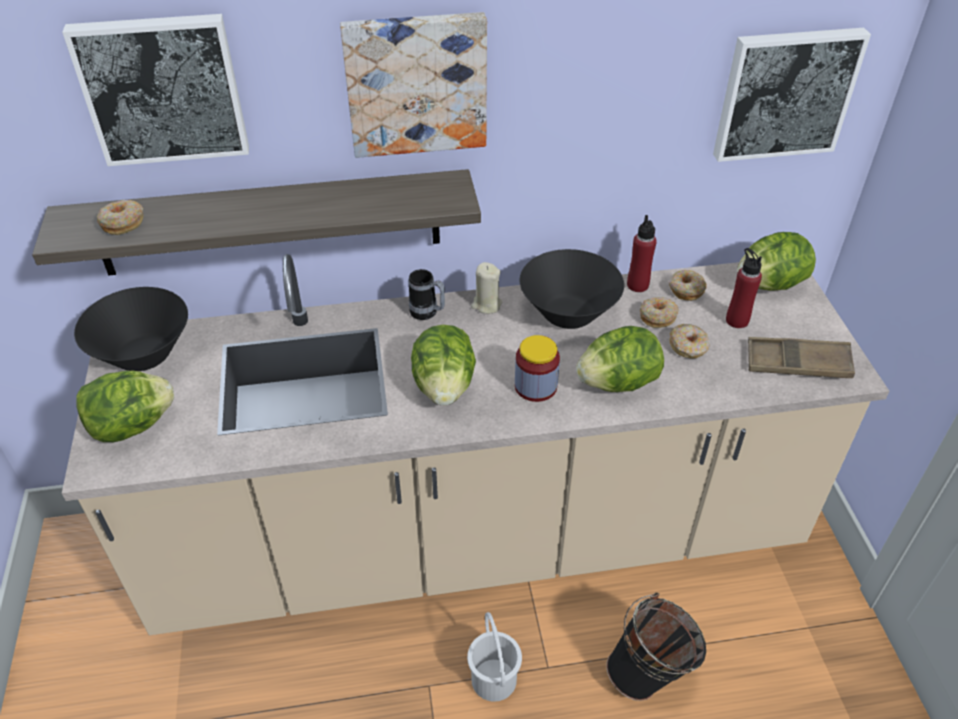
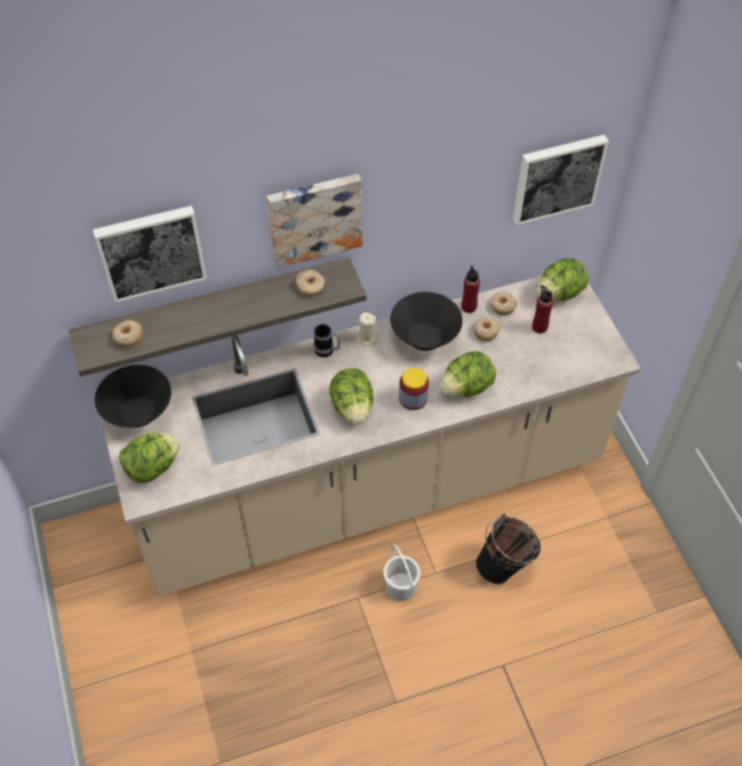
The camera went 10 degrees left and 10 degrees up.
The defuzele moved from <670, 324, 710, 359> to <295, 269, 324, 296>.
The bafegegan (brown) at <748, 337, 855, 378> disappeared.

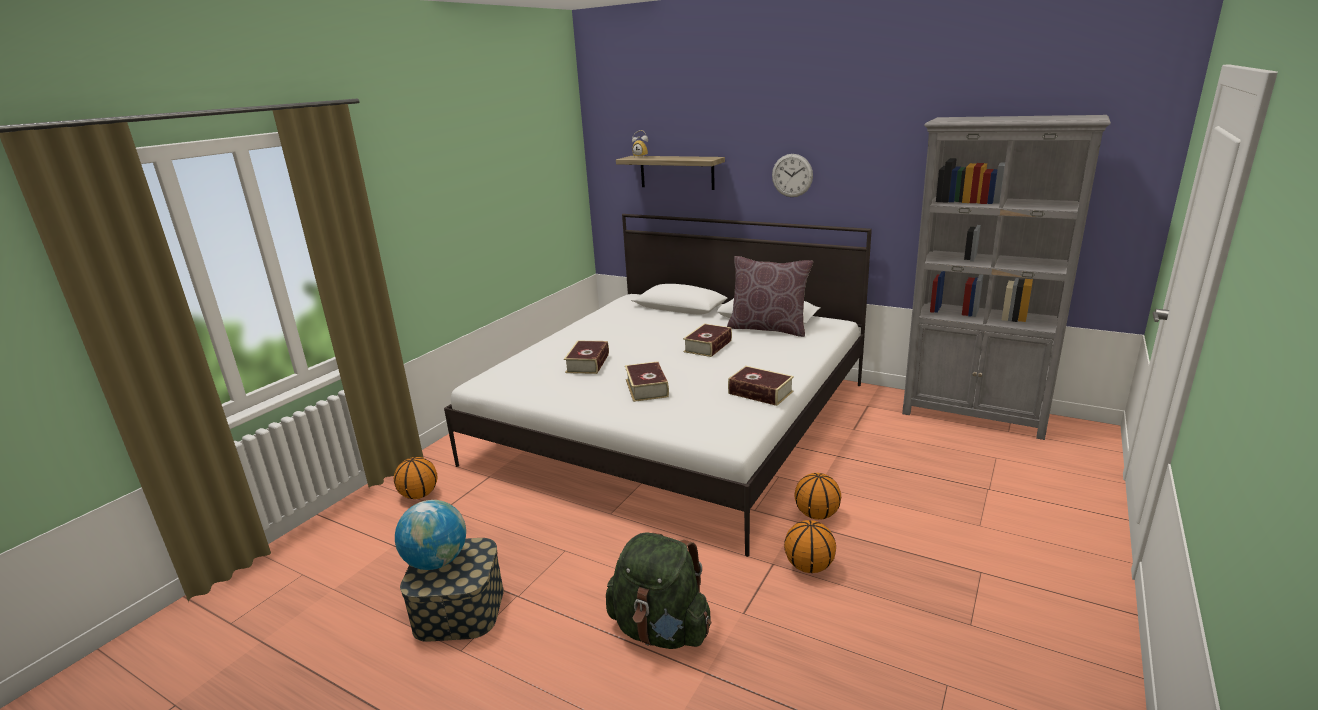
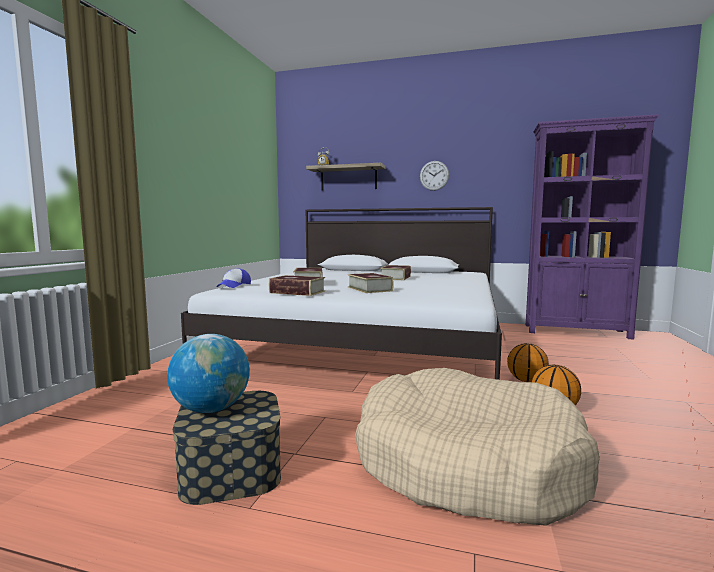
The camera went 15 degrees left and 15 degrees down.
The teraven at <216, 269, 251, 288> appeared.
The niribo moved from <728, 366, 794, 406> to <269, 275, 325, 296>.
The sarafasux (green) at <606, 532, 711, 649> was replaced by the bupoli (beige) at <355, 368, 600, 526>.
The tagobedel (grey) at <902, 115, 1111, 440> became the tagobedel (purple) at <526, 114, 659, 340>.
The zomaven at <394, 457, 438, 499> disappeared.
The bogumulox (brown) at <727, 256, 813, 337> disappeared.

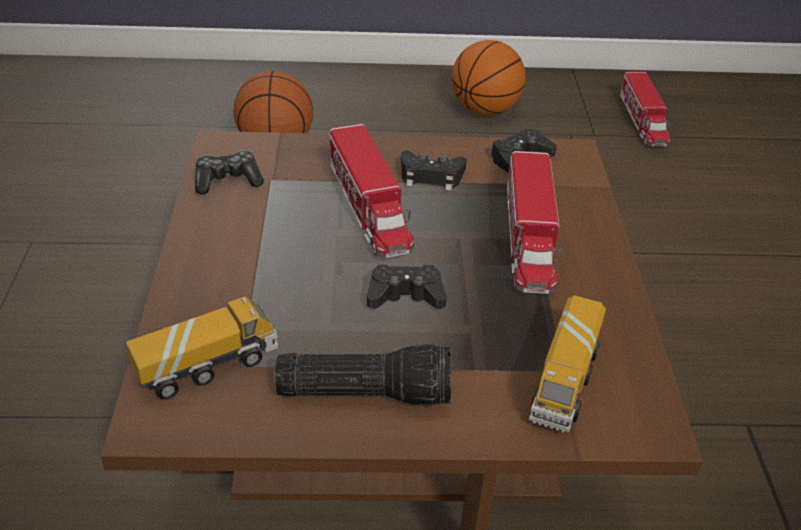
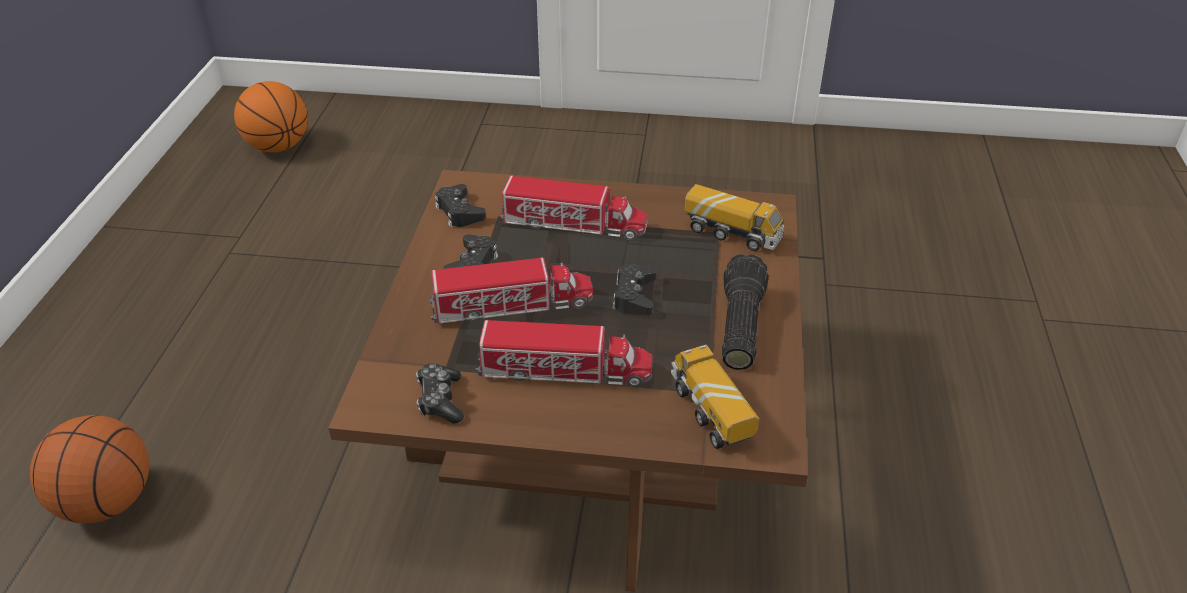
The camera went 80 degrees left and 0 degrees up.
The zomaven moved from <452, 40, 526, 115> to <234, 81, 308, 152>.
The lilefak moved from <620, 72, 671, 147> to <475, 320, 653, 387>.

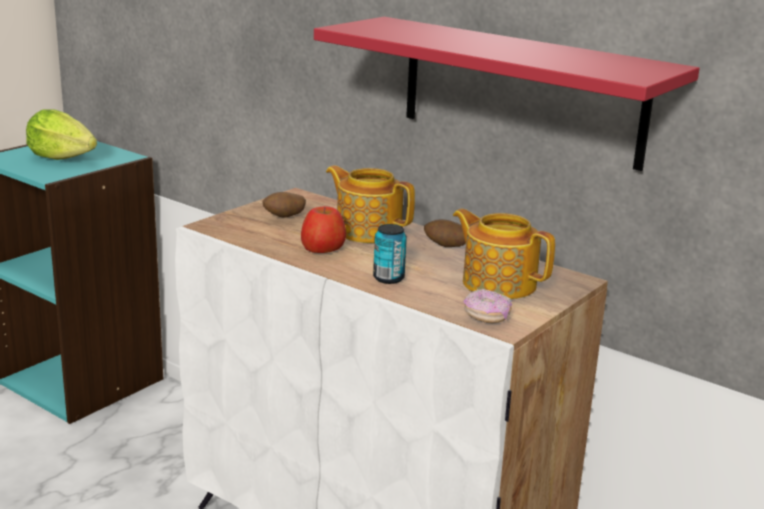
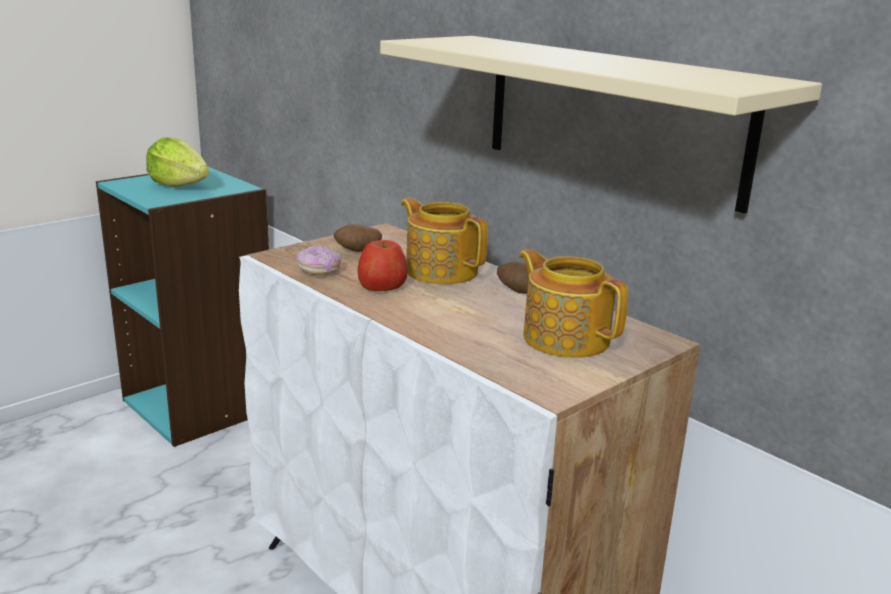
The camera went 10 degrees right and 0 degrees up.
The defuzele moved from <464, 289, 512, 324> to <296, 246, 341, 275>.
The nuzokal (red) at <314, 17, 700, 171> became the nuzokal (beige) at <380, 36, 822, 214>.
The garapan at <373, 224, 407, 284> disappeared.

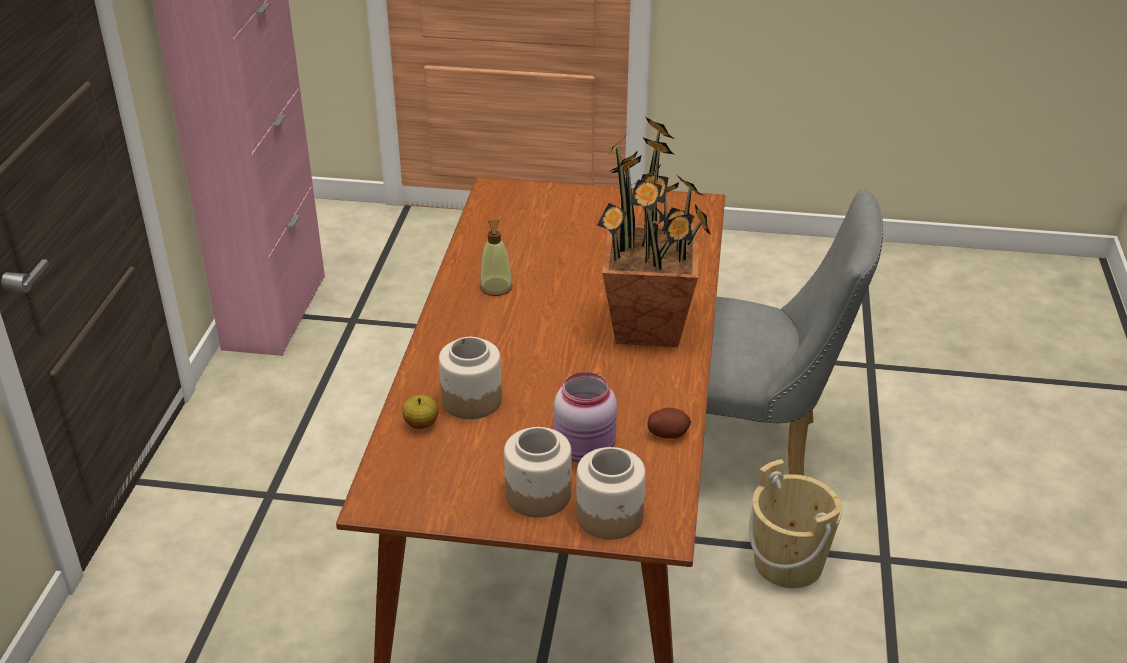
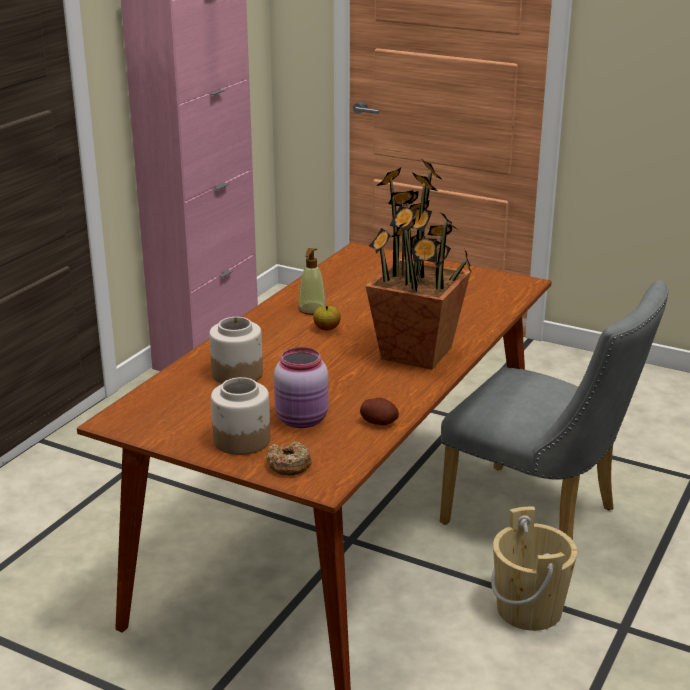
The camera went 20 degrees right and 10 degrees down.
The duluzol at <576, 447, 646, 540> was replaced by the defuzele at <266, 441, 312, 475>.
The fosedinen moved from <402, 395, 438, 429> to <313, 306, 341, 330>.

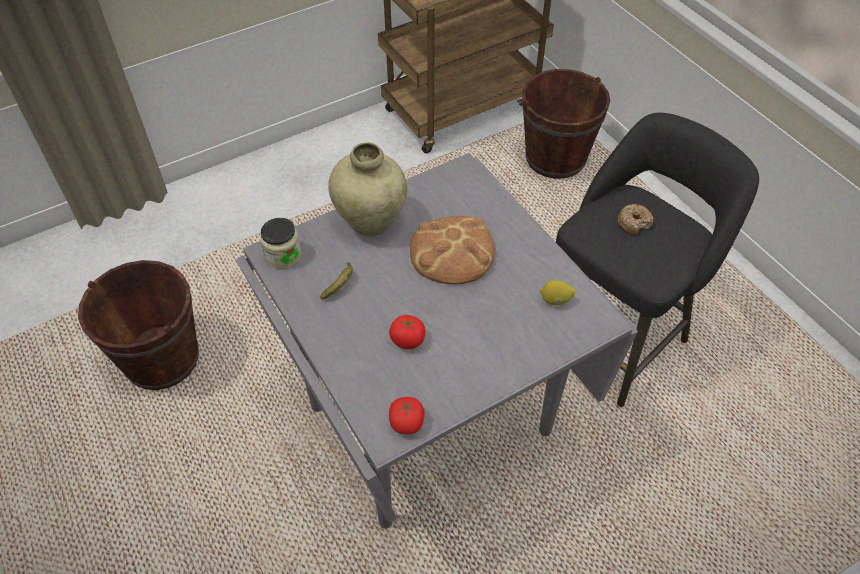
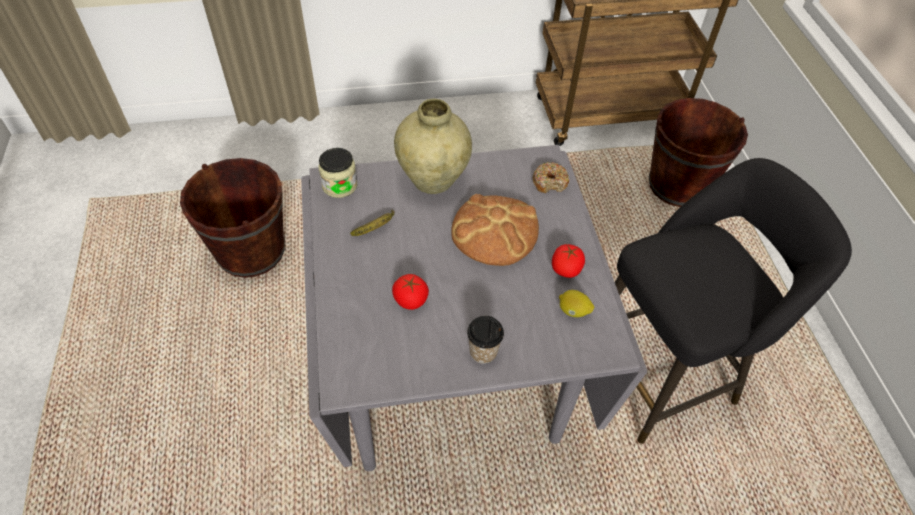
The camera went 20 degrees right and 0 degrees up.
The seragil at <467, 316, 504, 364> appeared.
The defuzele moved from <618, 204, 653, 234> to <533, 162, 569, 193>.
The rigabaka moved from <389, 397, 425, 434> to <552, 244, 585, 278>.

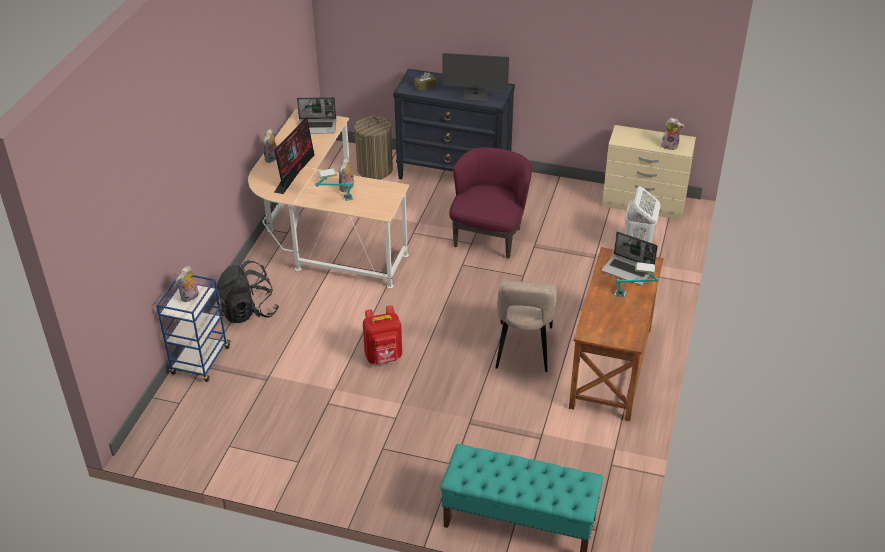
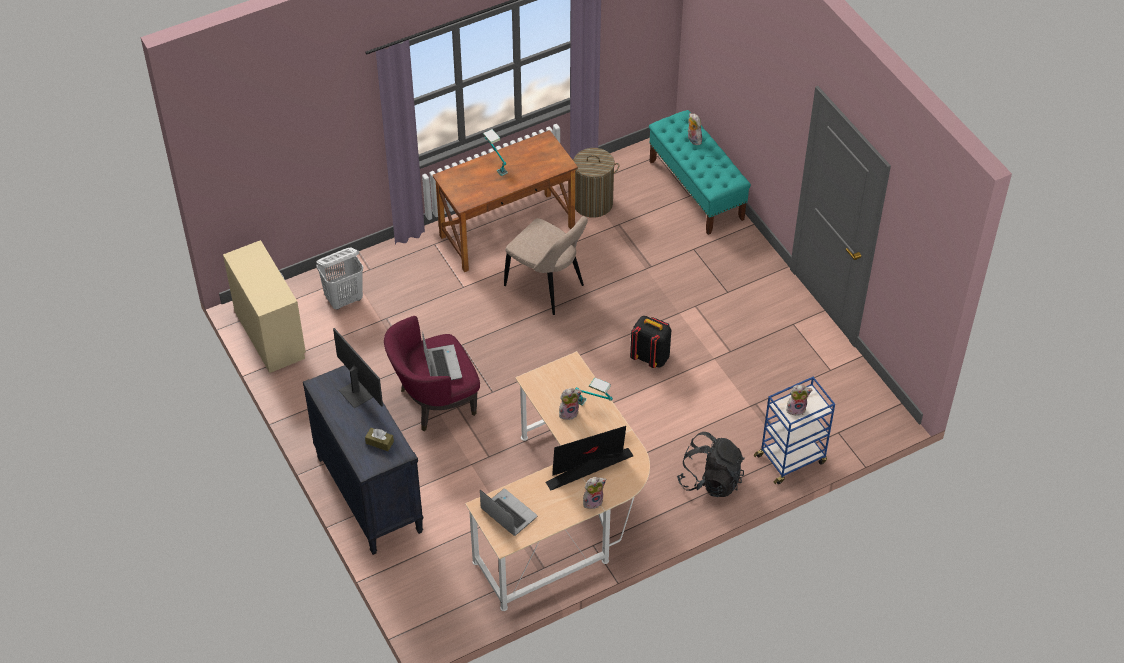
The camera went 135 degrees left and 10 degrees up.
The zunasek moved from <602, 231, 658, 285> to <422, 332, 462, 380>.
The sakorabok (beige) at <496, 280, 557, 372> turned 75 degrees clockwise.
The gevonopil moved from <353, 116, 393, 179> to <572, 148, 619, 218>.
The sarafasux (red) at <363, 305, 402, 364> became the sarafasux (black) at <630, 316, 671, 368>.
The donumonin moved from <661, 118, 685, 150> to <688, 113, 702, 145>.

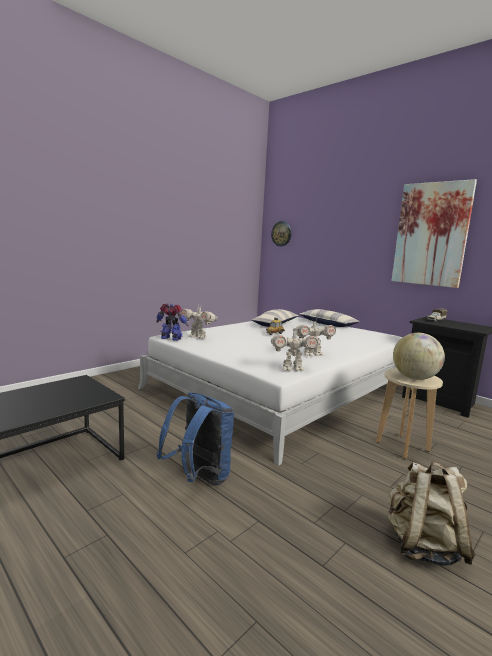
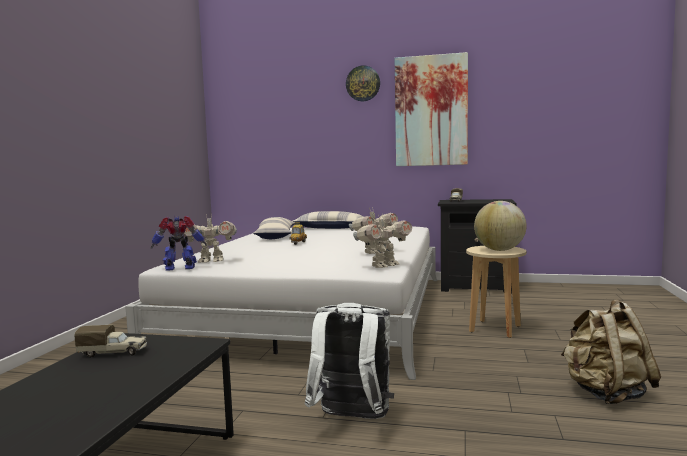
The camera went 30 degrees left and 5 degrees down.
The lilefak at <74, 325, 147, 357> appeared.
The sarafasux (blue) at <157, 392, 234, 485> became the sarafasux (white) at <305, 303, 394, 419>.
The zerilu moved from <271, 221, 292, 246> to <346, 65, 380, 101>.

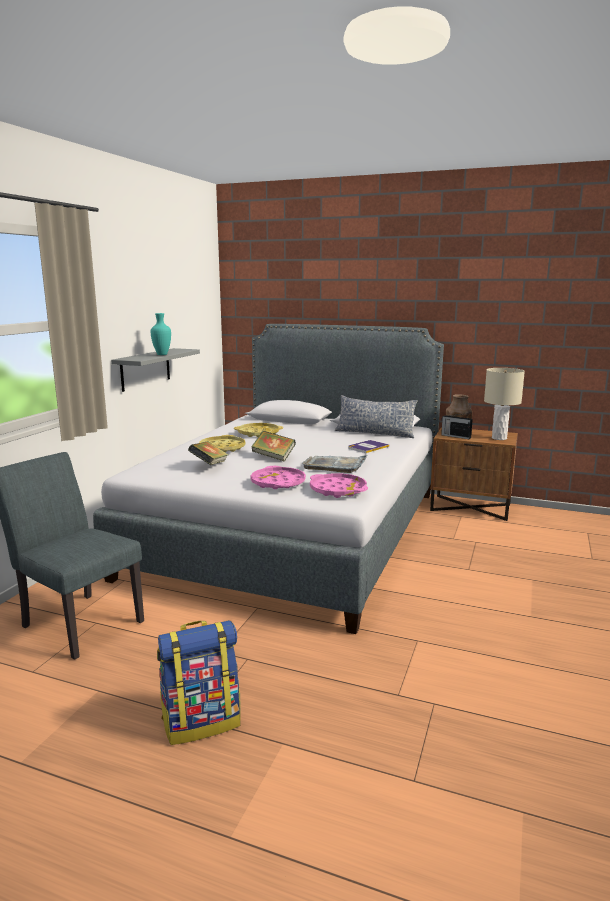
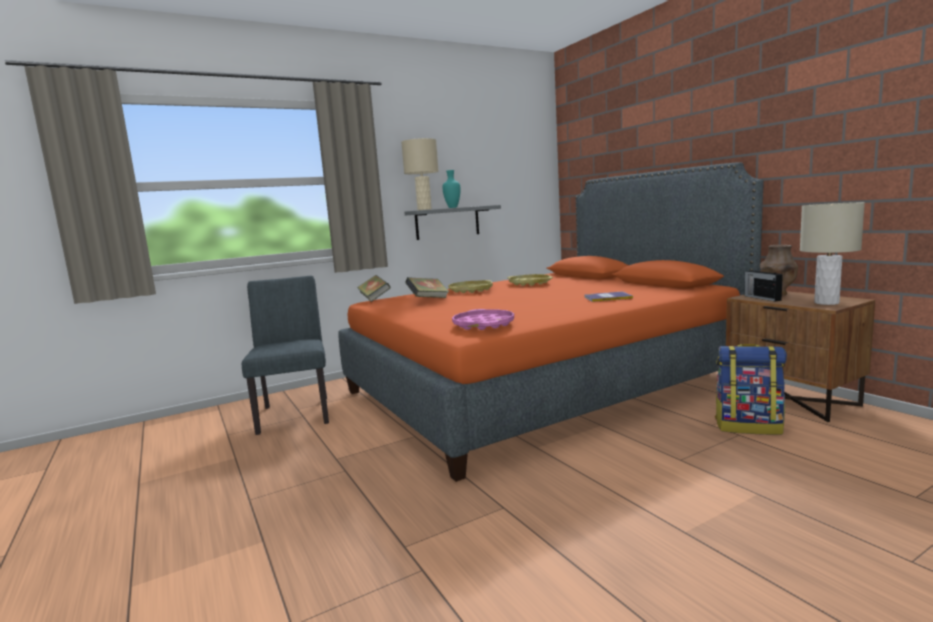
The camera went 40 degrees right and 5 degrees down.
The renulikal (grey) at <93, 324, 444, 634> became the renulikal (orange) at <338, 162, 764, 482>.
The niribo moved from <251, 431, 296, 462> to <357, 275, 391, 302>.
The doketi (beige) at <401, 138, 439, 210> appeared.
The sarafasux moved from <157, 620, 241, 745> to <715, 344, 787, 435>.
The bafegegan (pink) at <251, 466, 306, 489> disappeared.
The bafegegan (grey) at <301, 455, 368, 473> disappeared.
The bogumulox at <335, 395, 418, 438> disappeared.

